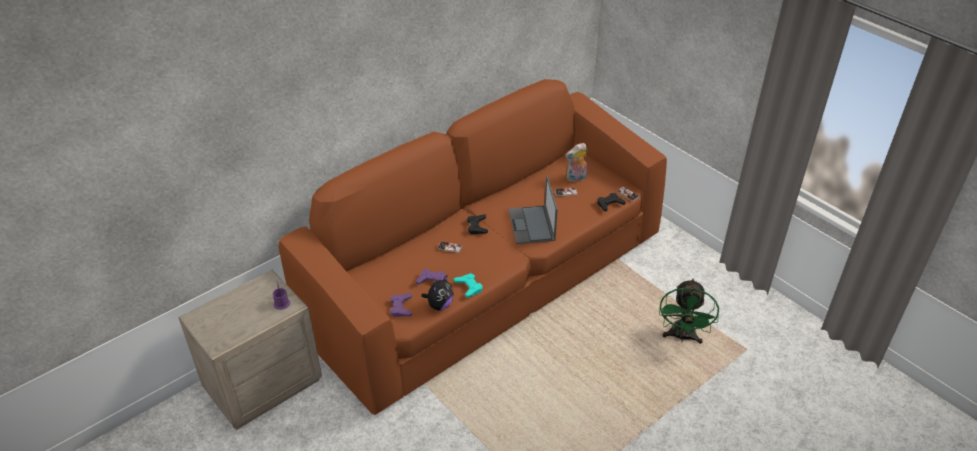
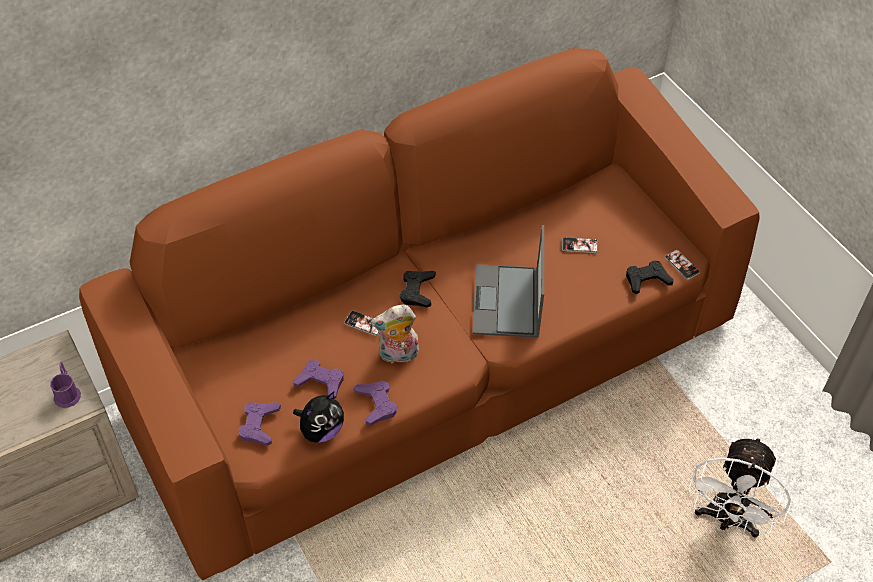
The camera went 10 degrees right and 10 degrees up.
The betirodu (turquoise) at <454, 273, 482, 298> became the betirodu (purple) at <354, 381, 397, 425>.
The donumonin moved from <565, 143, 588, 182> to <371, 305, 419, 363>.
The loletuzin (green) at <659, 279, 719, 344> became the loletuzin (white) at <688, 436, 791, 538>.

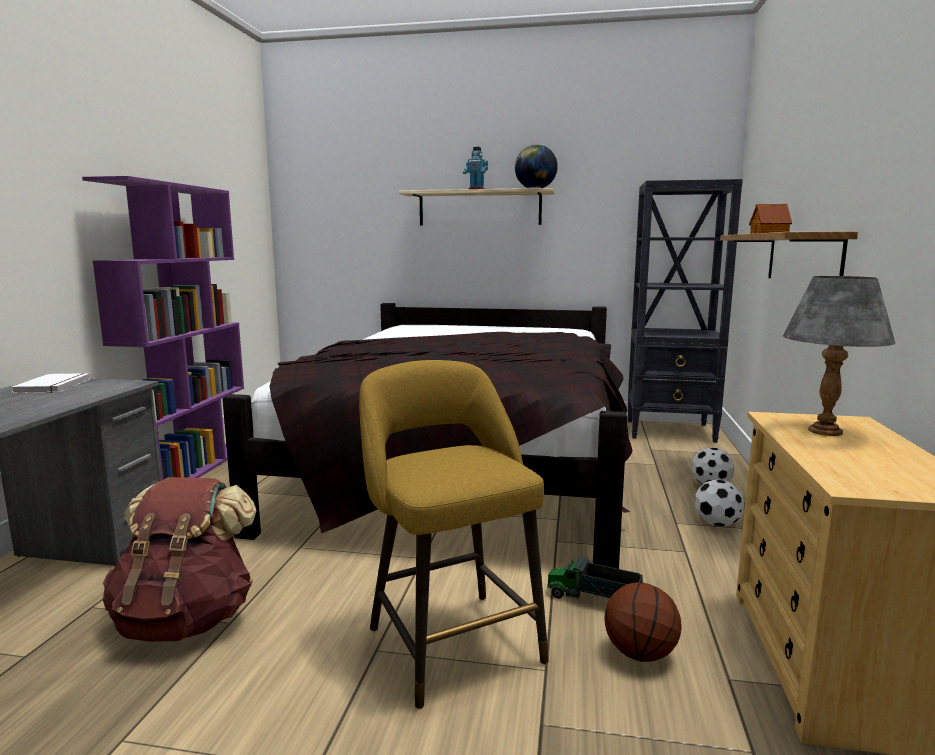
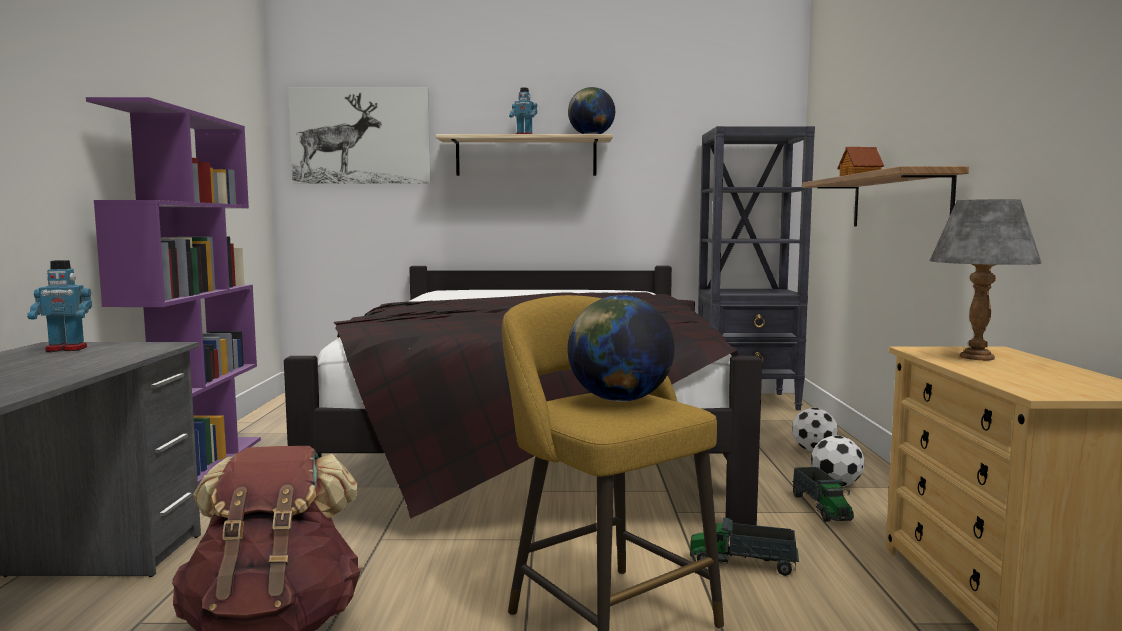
The camera went 10 degrees left and 5 degrees down.
The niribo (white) at <11, 373, 90, 393> was replaced by the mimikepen at <27, 260, 92, 352>.
The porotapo at <288, 87, 431, 184> appeared.
The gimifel at <567, 295, 675, 402> appeared.
The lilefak at <792, 467, 854, 522> appeared.
The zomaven at <604, 582, 682, 662> disappeared.

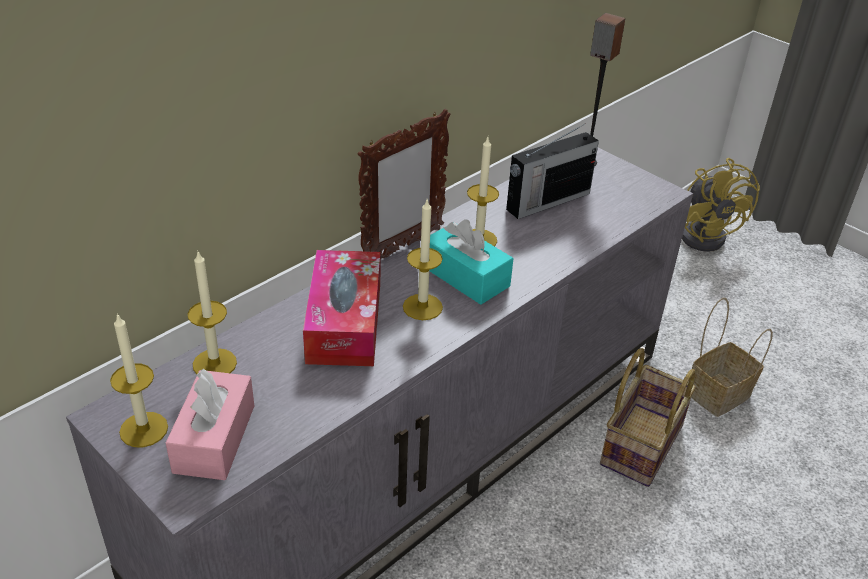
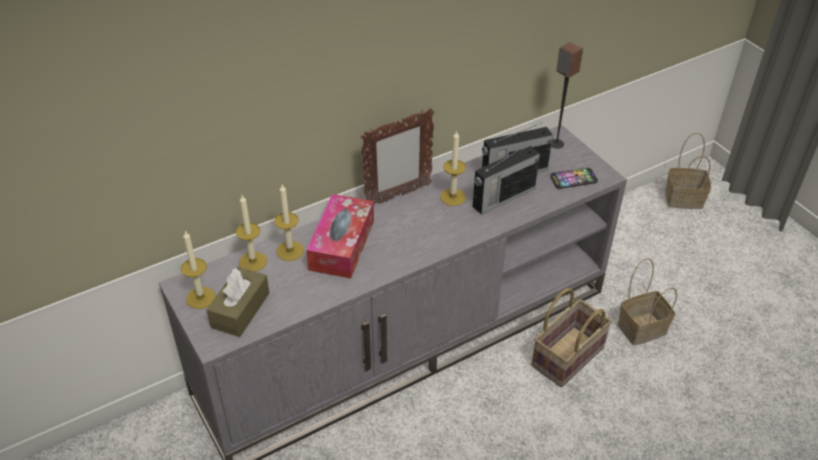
The camera went 15 degrees right and 5 degrees up.
The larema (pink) at <166, 369, 254, 480> became the larema (brown) at <207, 267, 269, 337>.
The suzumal moved from <403, 200, 443, 320> to <274, 185, 304, 261>.
The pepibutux at <473, 142, 540, 215> appeared.
The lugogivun at <550, 168, 598, 189> appeared.
The loletuzin (yellow) at <682, 158, 760, 252> was replaced by the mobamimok at <665, 133, 711, 209>.
The larema (turquoise) at <429, 219, 513, 305> disappeared.

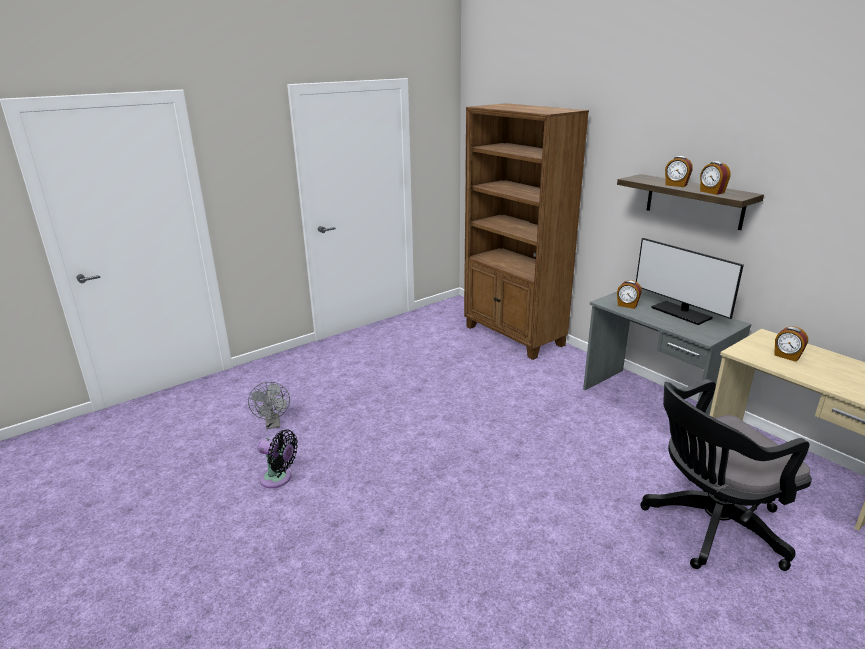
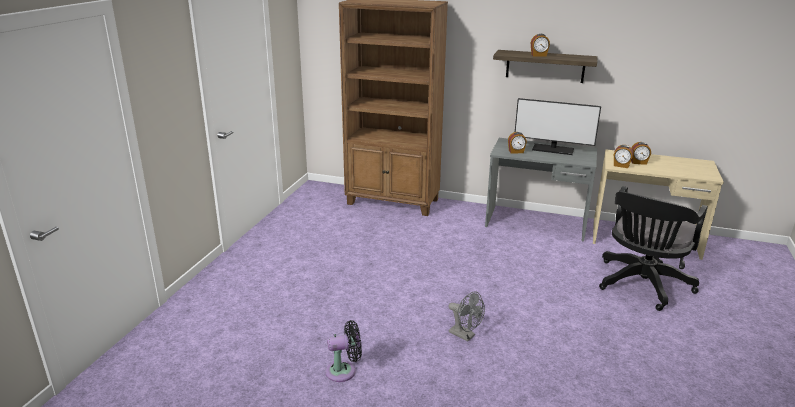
The camera went 35 degrees left and 0 degrees up.
The loletuzin (grey) moved from <248, 382, 290, 429> to <448, 291, 485, 342>.
The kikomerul moved from <700, 162, 730, 195> to <614, 145, 633, 168>.

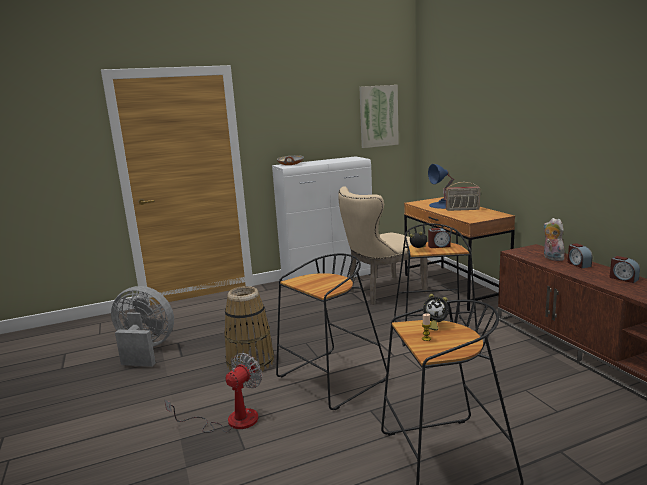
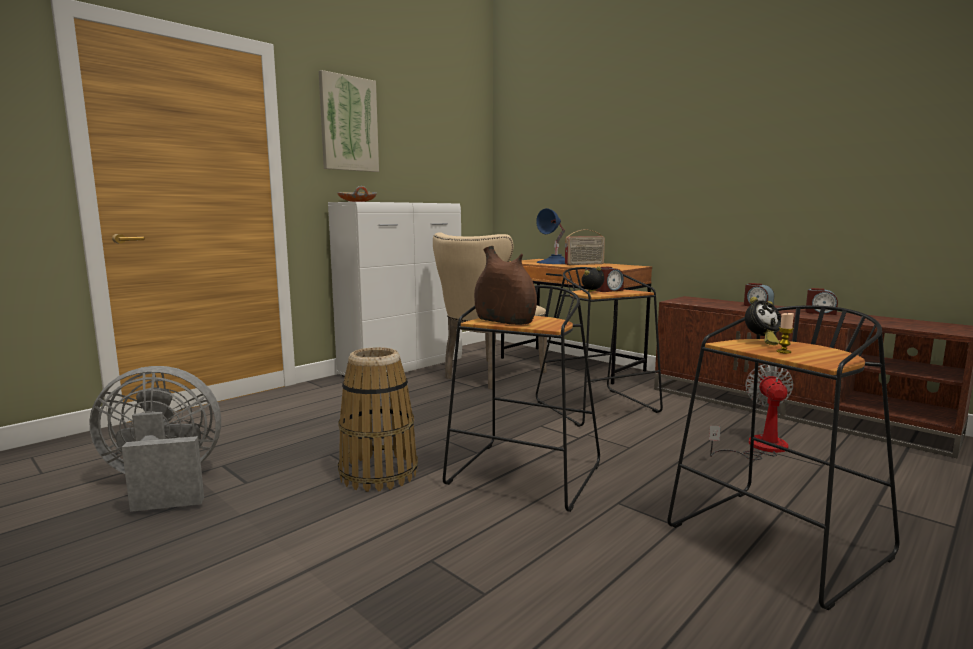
The camera went 25 degrees left and 5 degrees down.
The porotapo moved from <359, 85, 399, 148> to <319, 70, 379, 172>.
The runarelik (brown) at <474, 246, 537, 325> appeared.
The loletuzin moved from <165, 353, 262, 433> to <709, 364, 794, 460>.
The donumonin at <543, 218, 565, 261> disappeared.

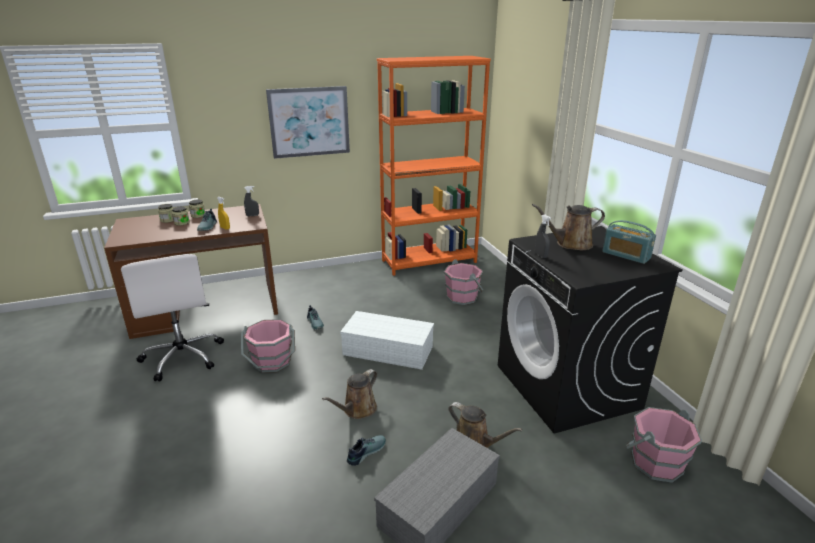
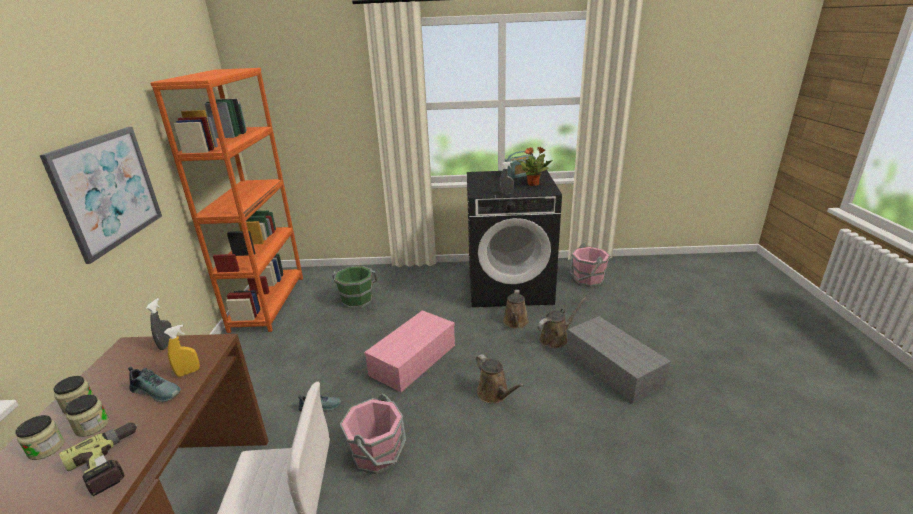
The camera went 70 degrees left and 0 degrees up.
The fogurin at <59, 422, 138, 496> appeared.
The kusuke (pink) at <444, 259, 483, 305> became the kusuke (green) at <332, 266, 377, 308>.
The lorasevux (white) at <340, 311, 434, 370> became the lorasevux (pink) at <364, 310, 455, 392>.
The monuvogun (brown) moved from <532, 204, 605, 250> to <503, 290, 529, 329>.
The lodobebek at <516, 147, 553, 186> appeared.
The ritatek at <347, 435, 386, 466> disappeared.

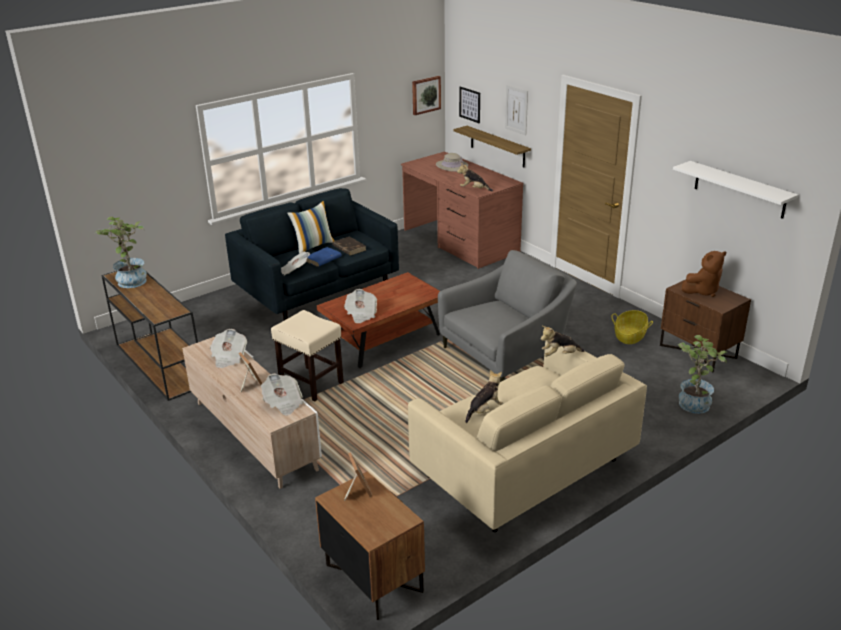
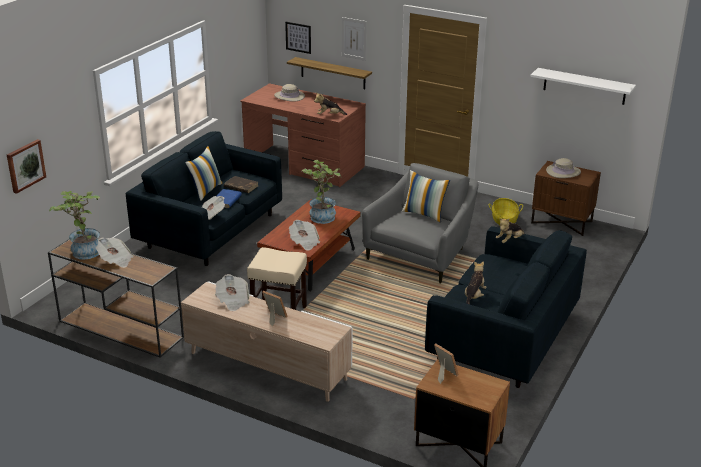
The camera went 25 degrees left and 0 degrees up.
The porotapo moved from <412, 76, 441, 115> to <7, 139, 46, 194>.
The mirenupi moved from <261, 373, 304, 416> to <96, 238, 133, 268>.
The lodobebek moved from <678, 335, 728, 414> to <302, 160, 341, 224>.
The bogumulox at <402, 170, 450, 223> appeared.
The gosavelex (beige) at <408, 340, 647, 532> became the gosavelex (blue) at <425, 227, 587, 388>.
The donumonin (brown) at <682, 251, 726, 297> was replaced by the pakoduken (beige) at <546, 158, 581, 178>.

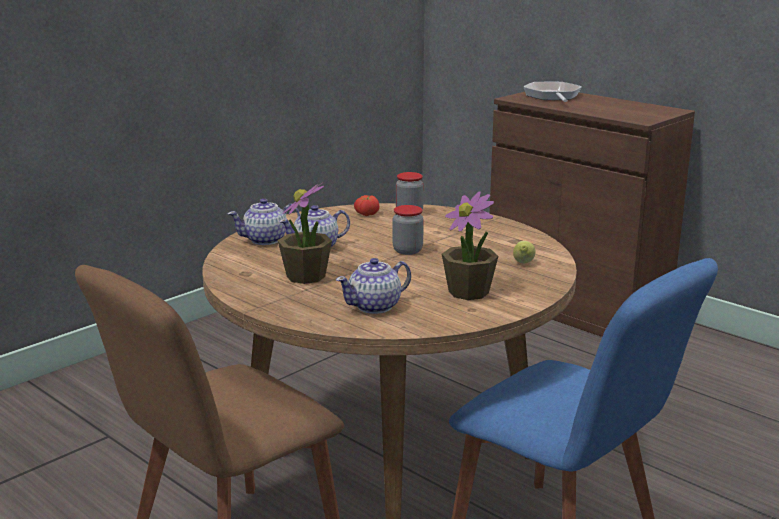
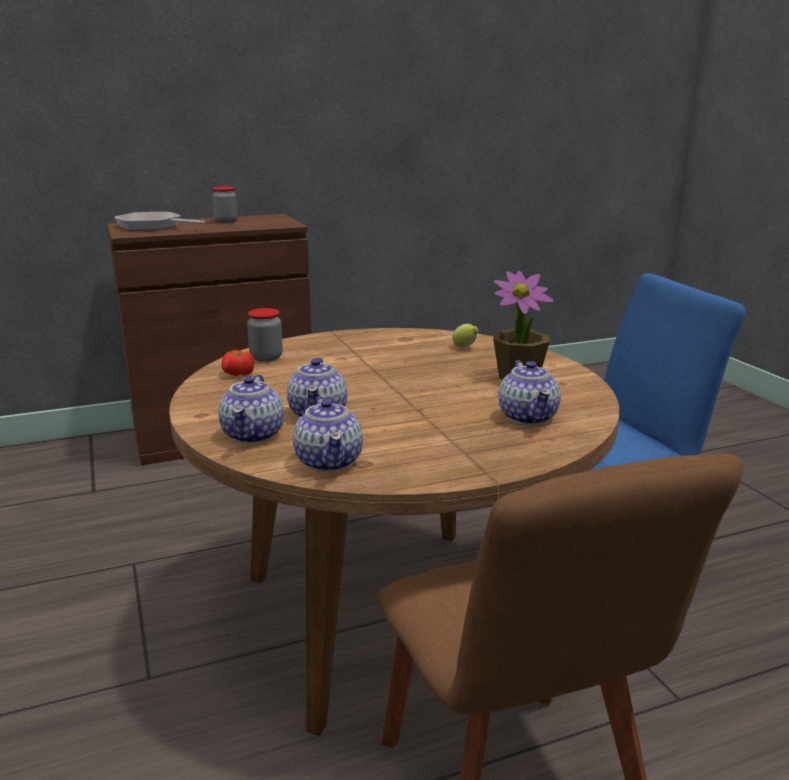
The camera went 65 degrees left and 0 degrees up.
The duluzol moved from <393, 205, 424, 255> to <212, 186, 238, 223>.
The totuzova at <293, 397, 363, 472> appeared.
The lodobebek at <278, 182, 332, 284> disappeared.

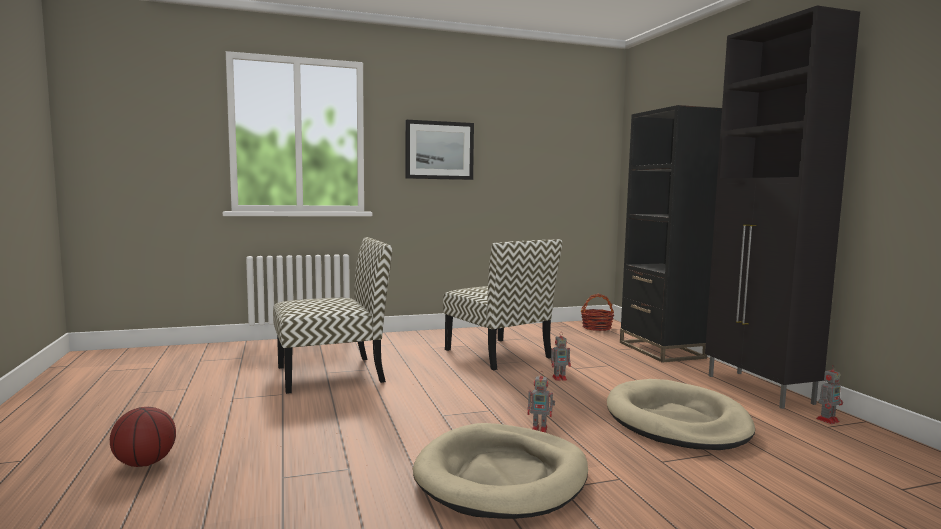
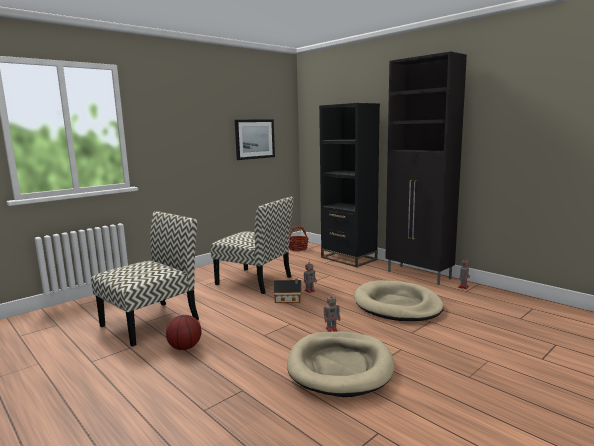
The camera went 25 degrees left and 5 degrees up.
The zomaven moved from <110, 407, 176, 467> to <166, 315, 201, 350>.
The porotapo moved from <406, 120, 474, 180> to <235, 119, 275, 160>.
The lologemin at <274, 279, 302, 303> appeared.

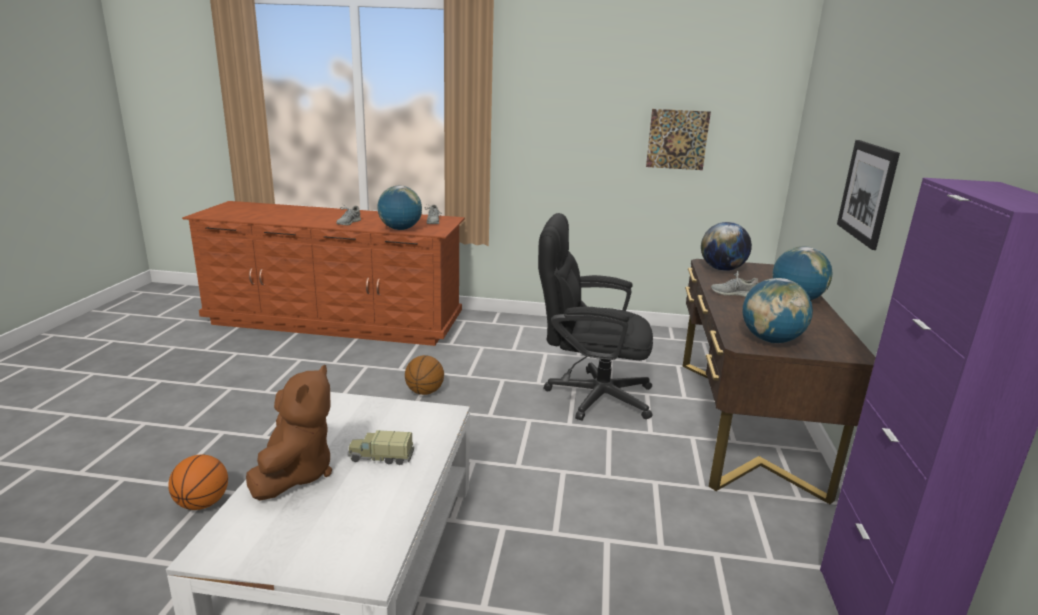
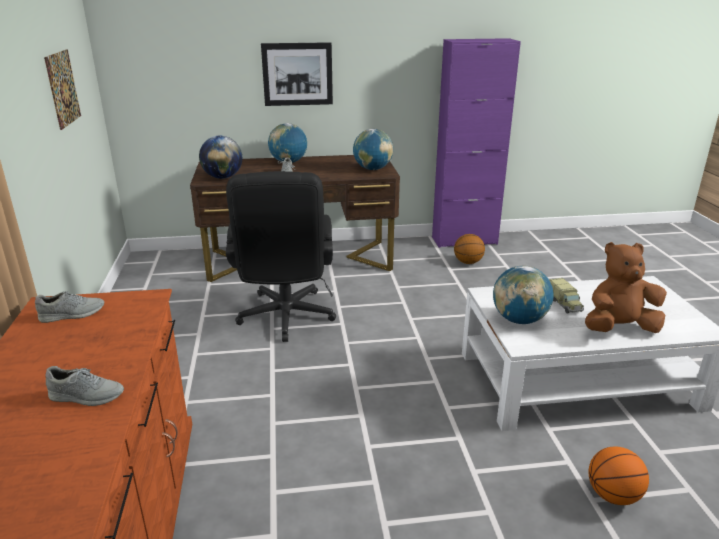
The camera went 105 degrees left and 5 degrees up.
The zomaven moved from <405, 355, 444, 395> to <454, 234, 485, 264>.
The gimifel moved from <377, 186, 422, 230> to <493, 266, 554, 324>.

